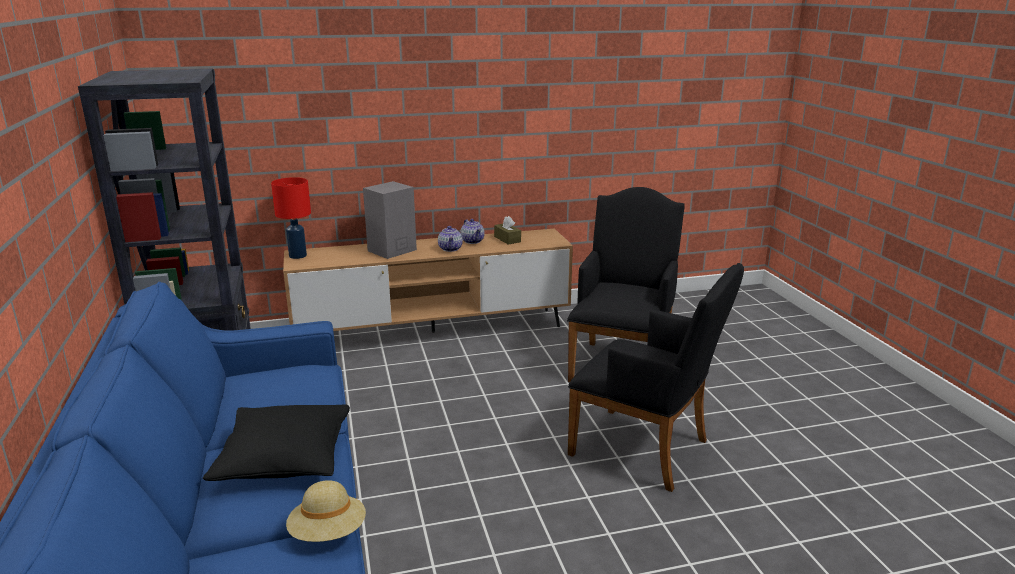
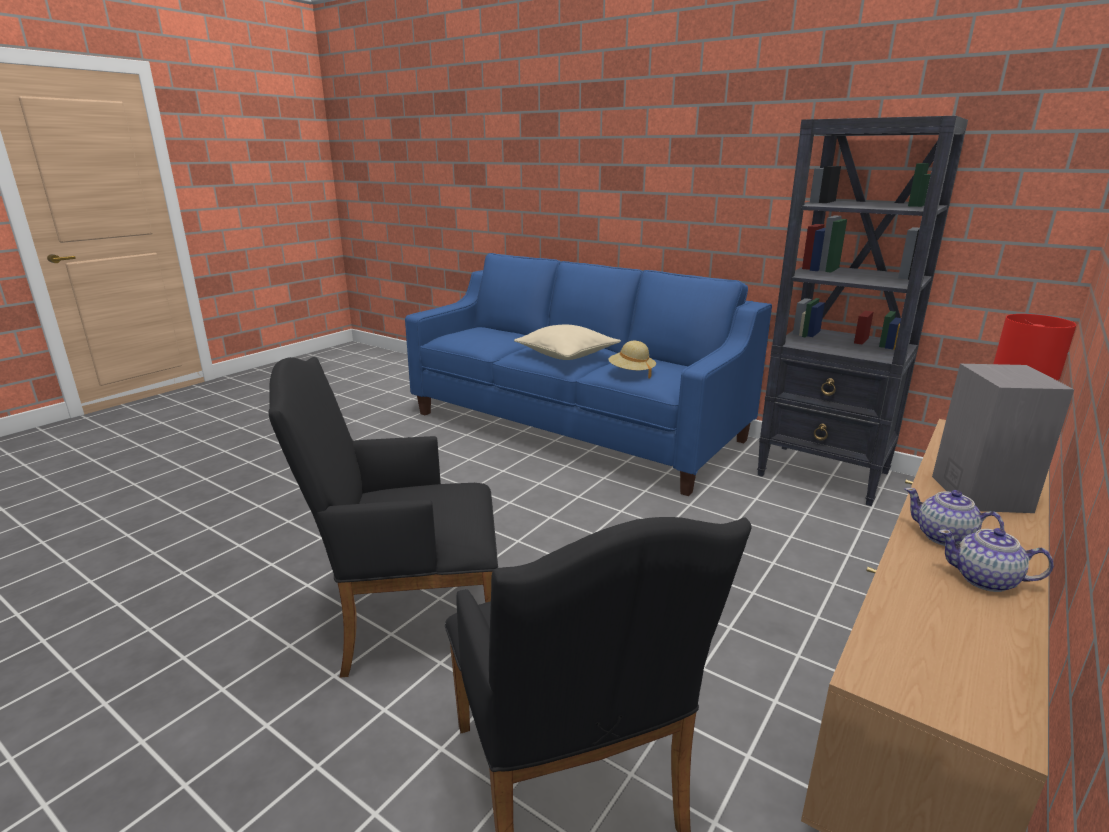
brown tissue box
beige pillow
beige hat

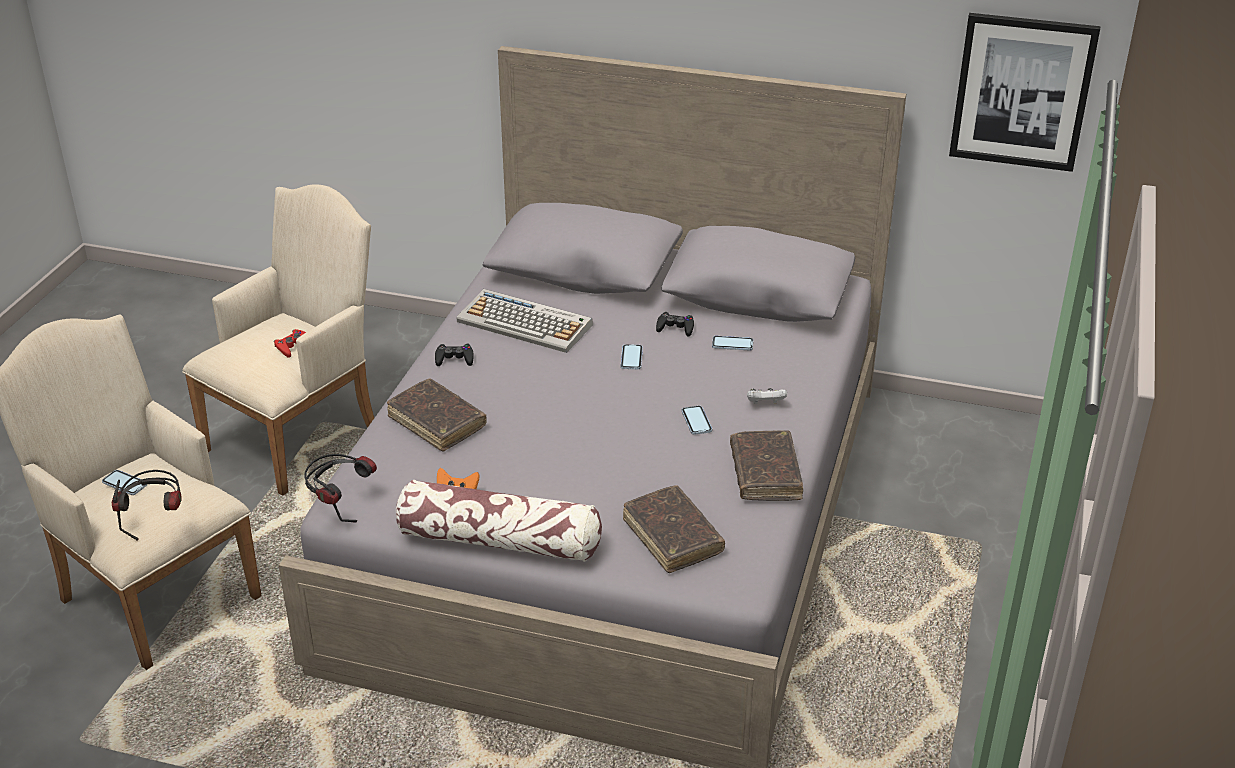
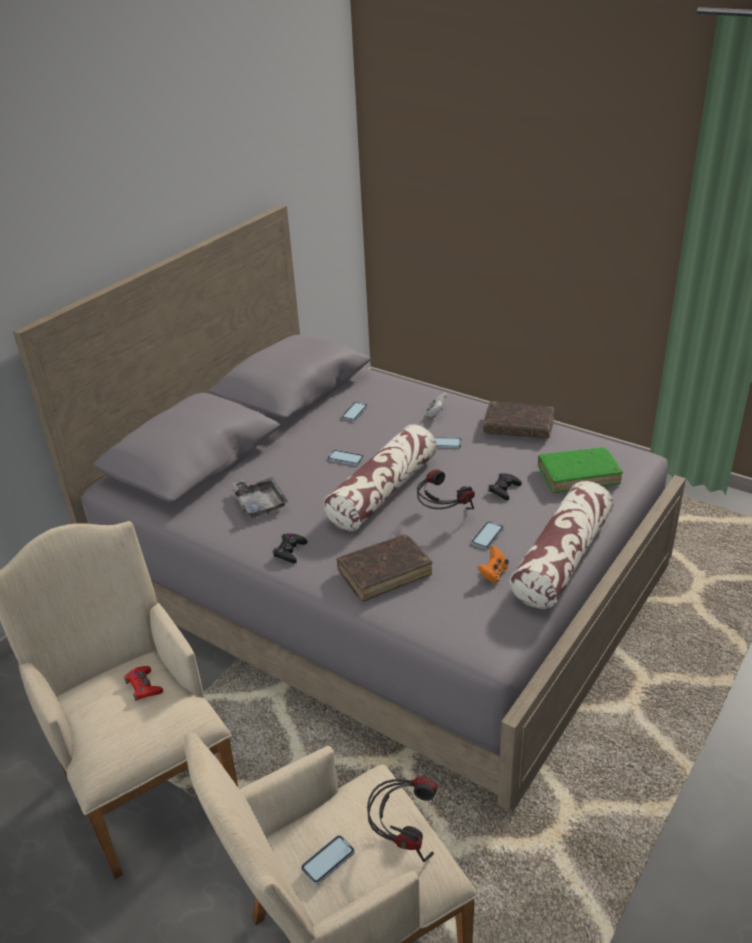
picture
grey tray
black game controller (no. 2 from left)
headphones (no. 2 from left)
green book
pillow (no. 1 from left)
phone (no. 5 from left)

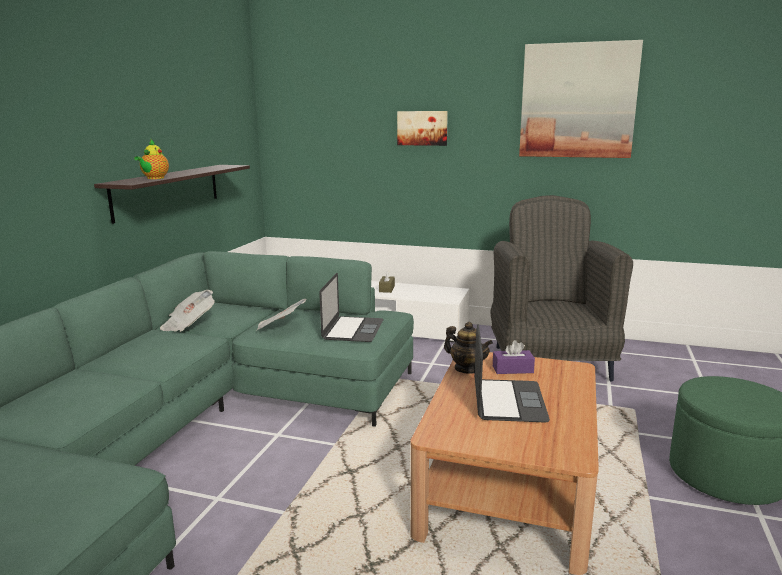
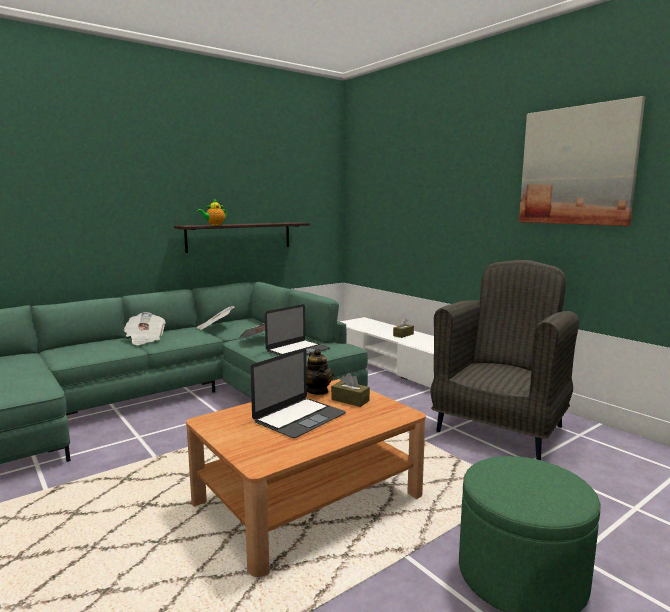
picture (no. 1 from left in the first image)
brown tissue box (no. 1 from left)
newspaper (no. 1 from left)

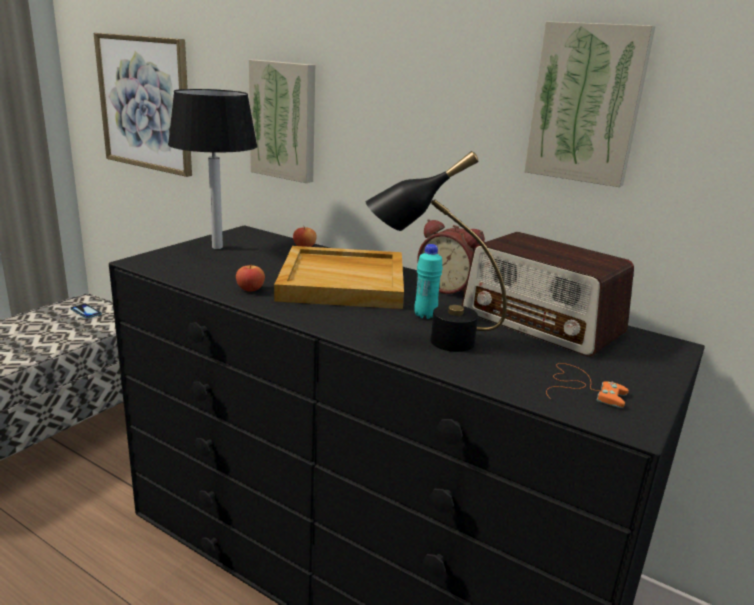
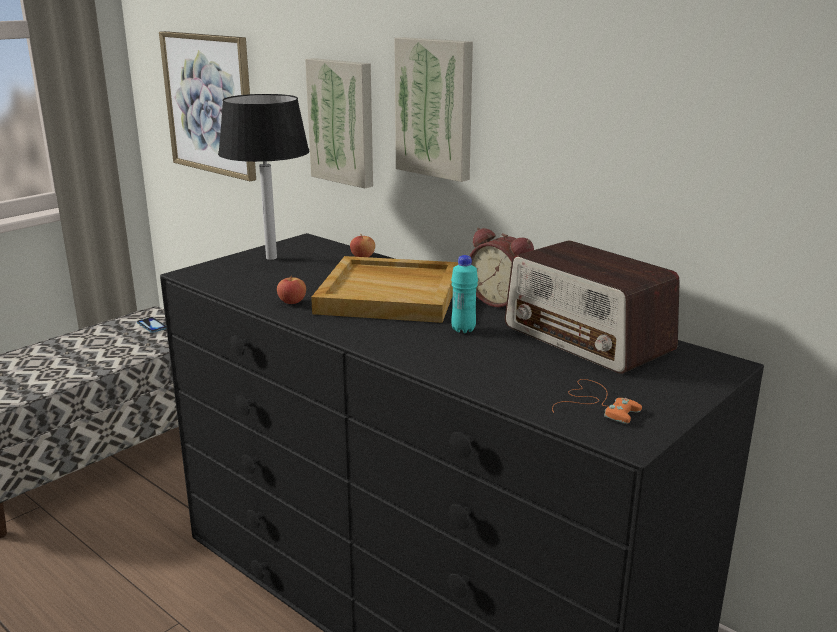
picture (no. 3 from left)
black table lamp (no. 2 from left in the first image)

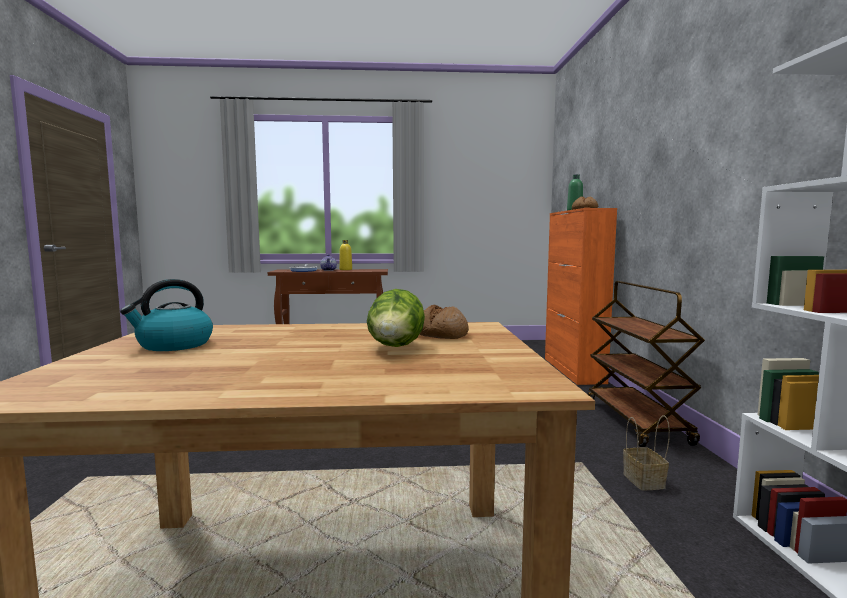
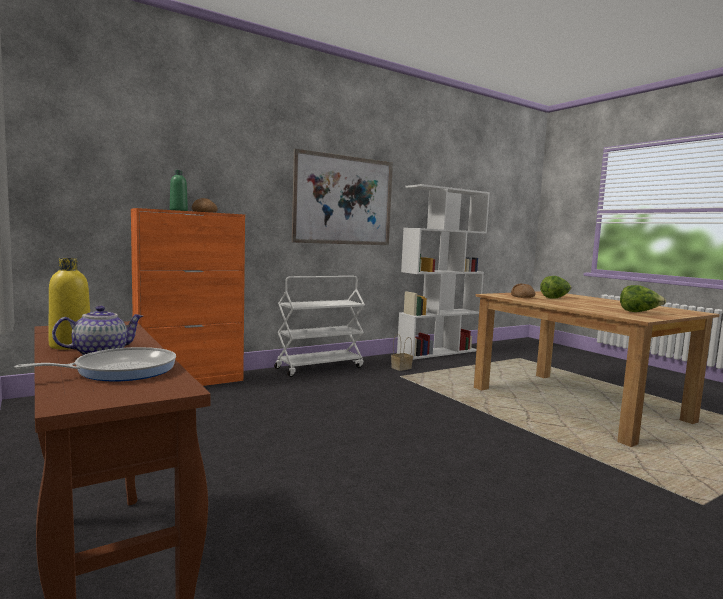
lettuce (no. 2 from left)
white cart
picture

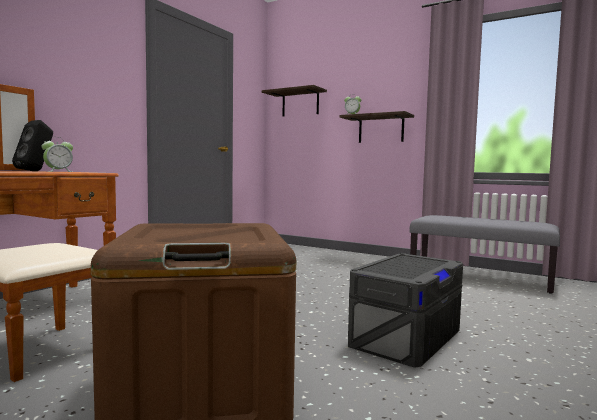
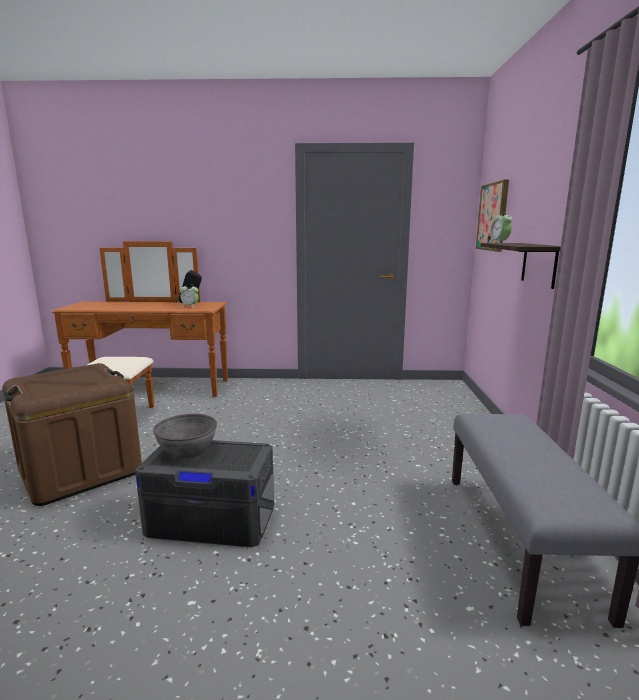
picture
grey bowl

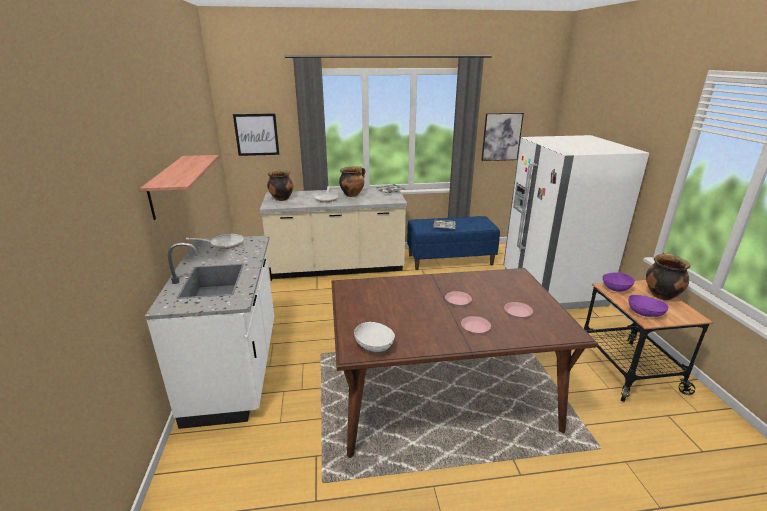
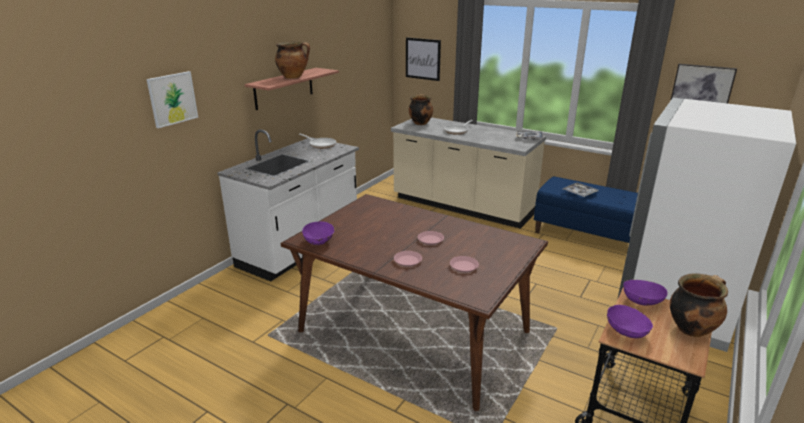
cooking pot (no. 1 from left)
purple bowl (no. 1 from left)
picture (no. 1 from left)

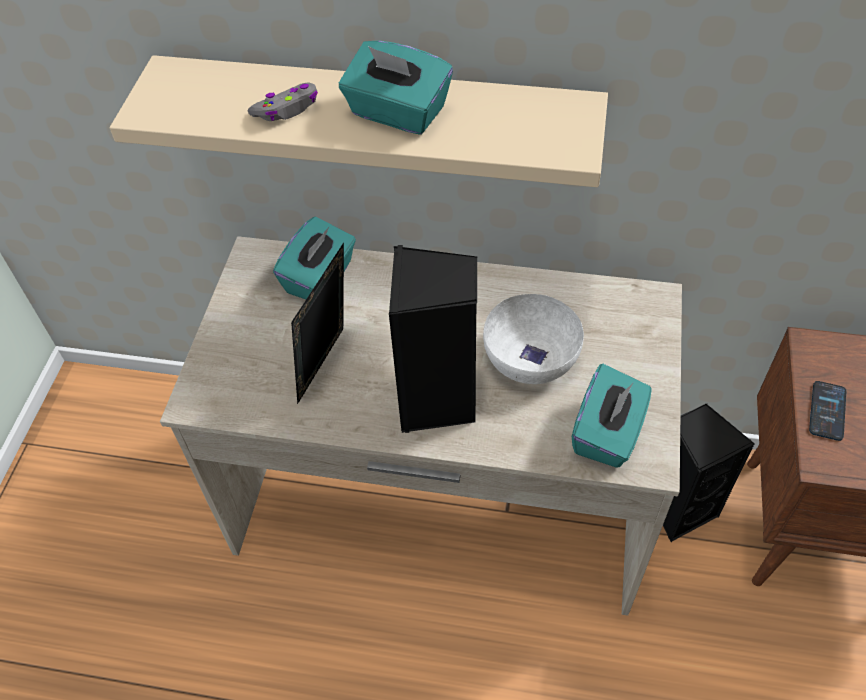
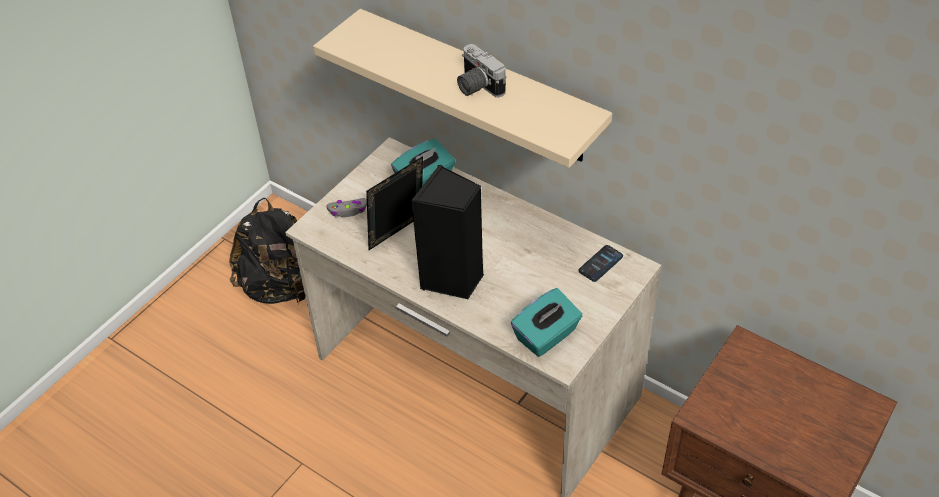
photo camera
grey game controller
white bowl
phone
black speaker (no. 2 from left in the first image)
black backpack

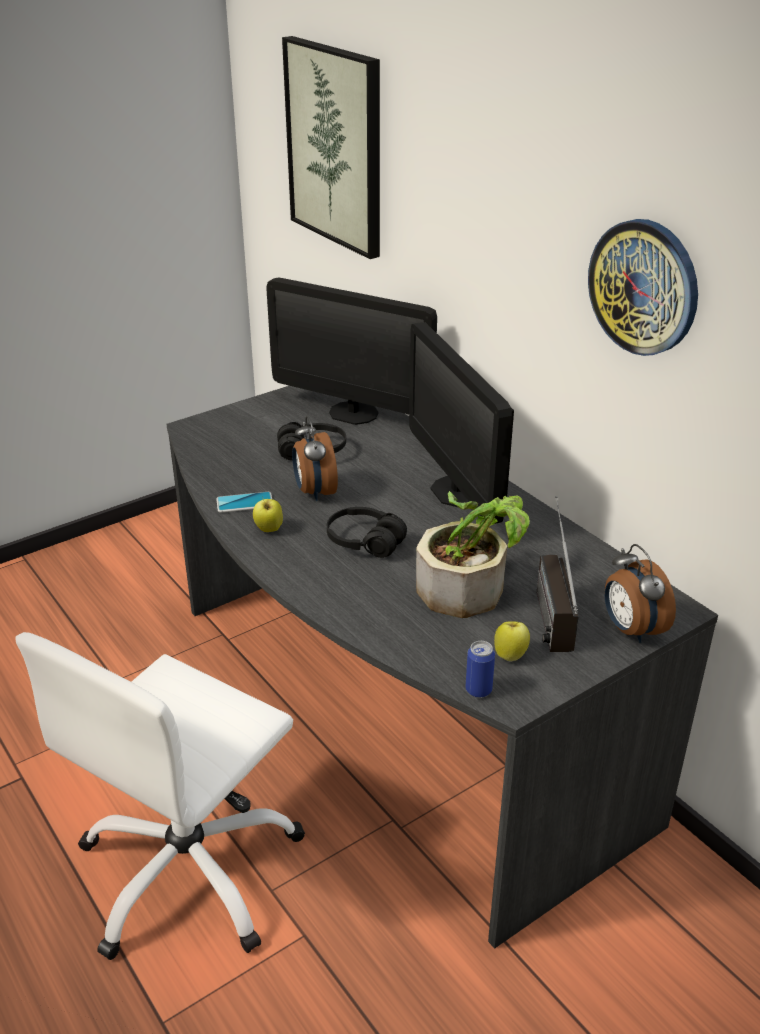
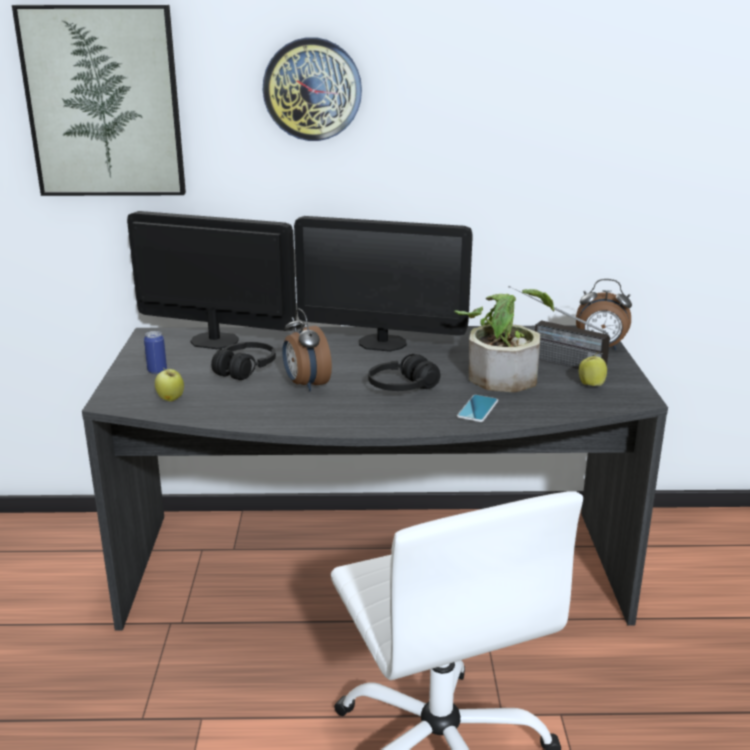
wall clock
monitor (no. 1 from left)
alarm clock (no. 1 from left)
phone
apple (no. 1 from left)
can

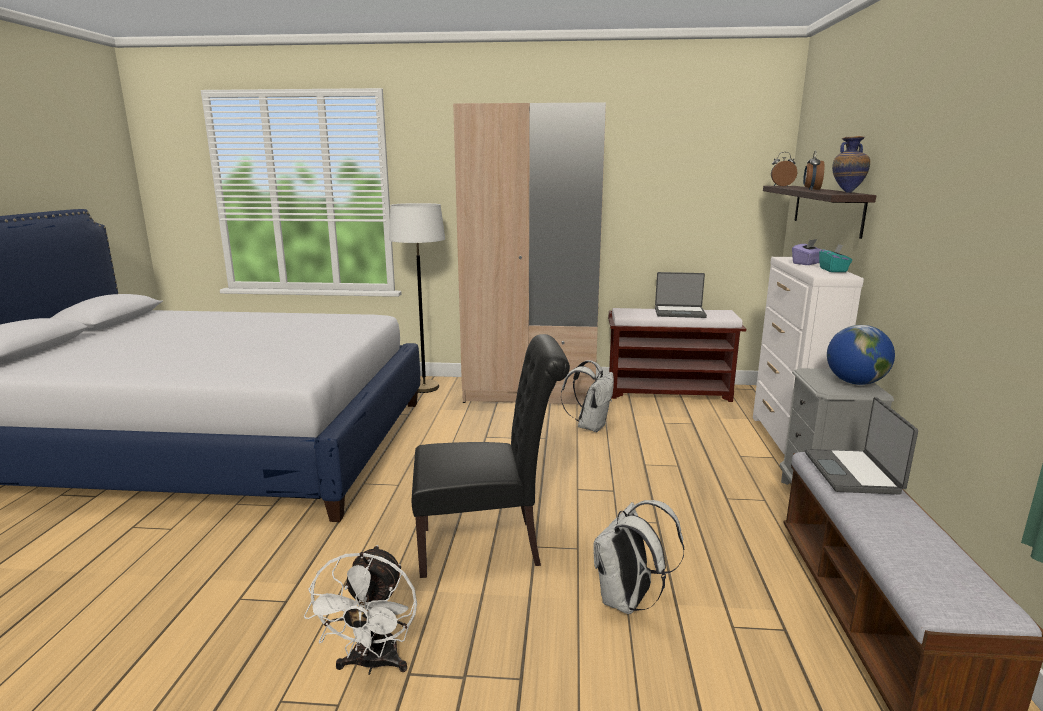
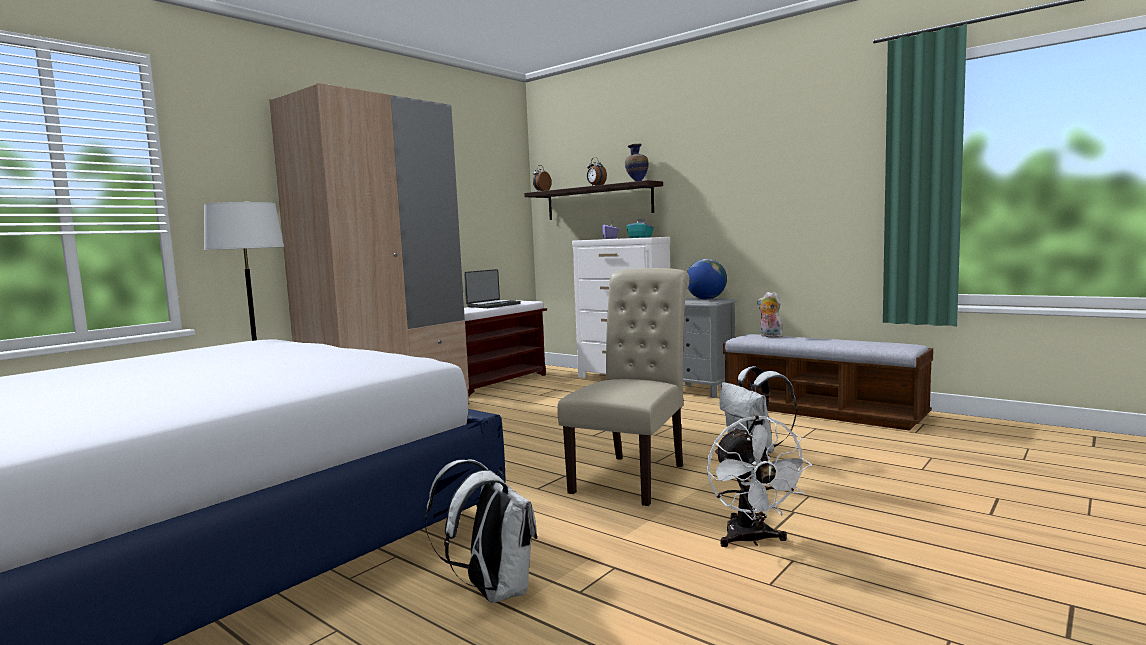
beige chair
white backpack (no. 1 from left)
plush toy
white fan

